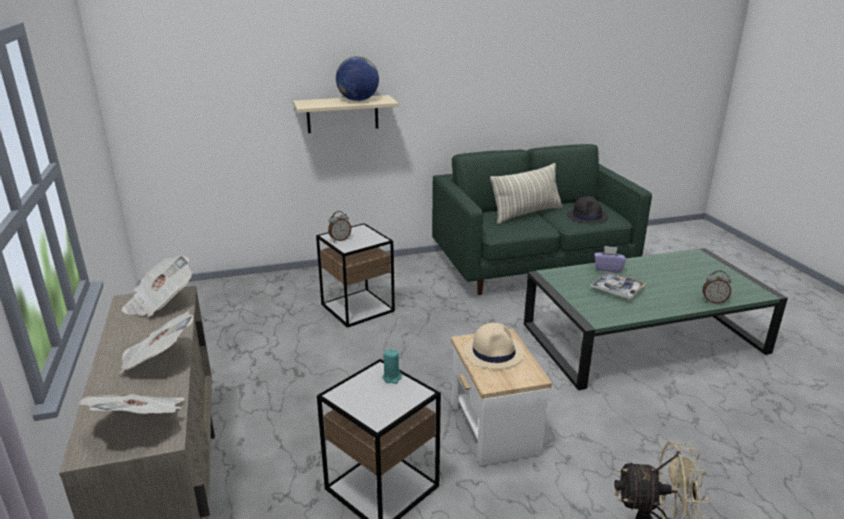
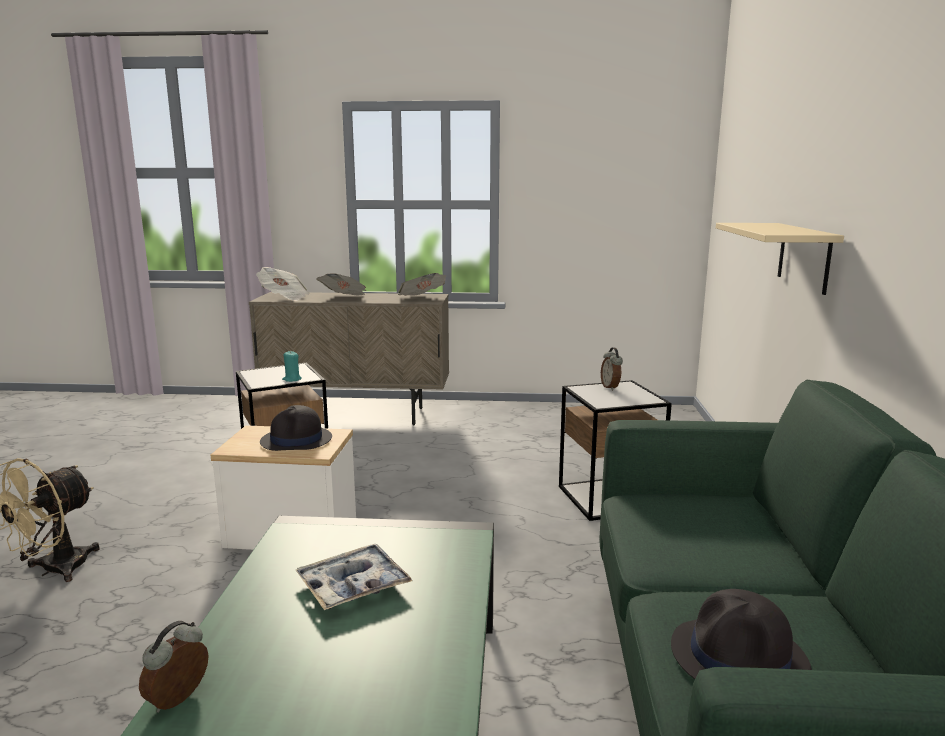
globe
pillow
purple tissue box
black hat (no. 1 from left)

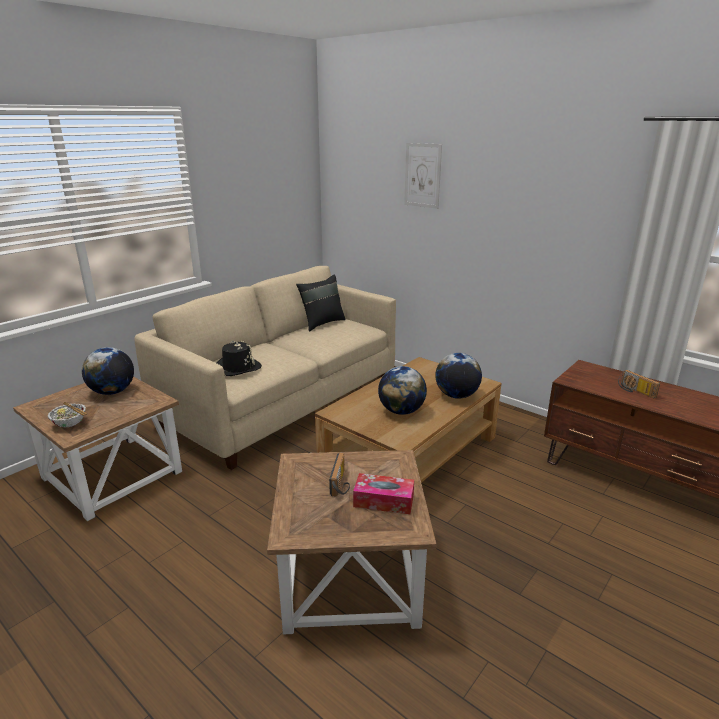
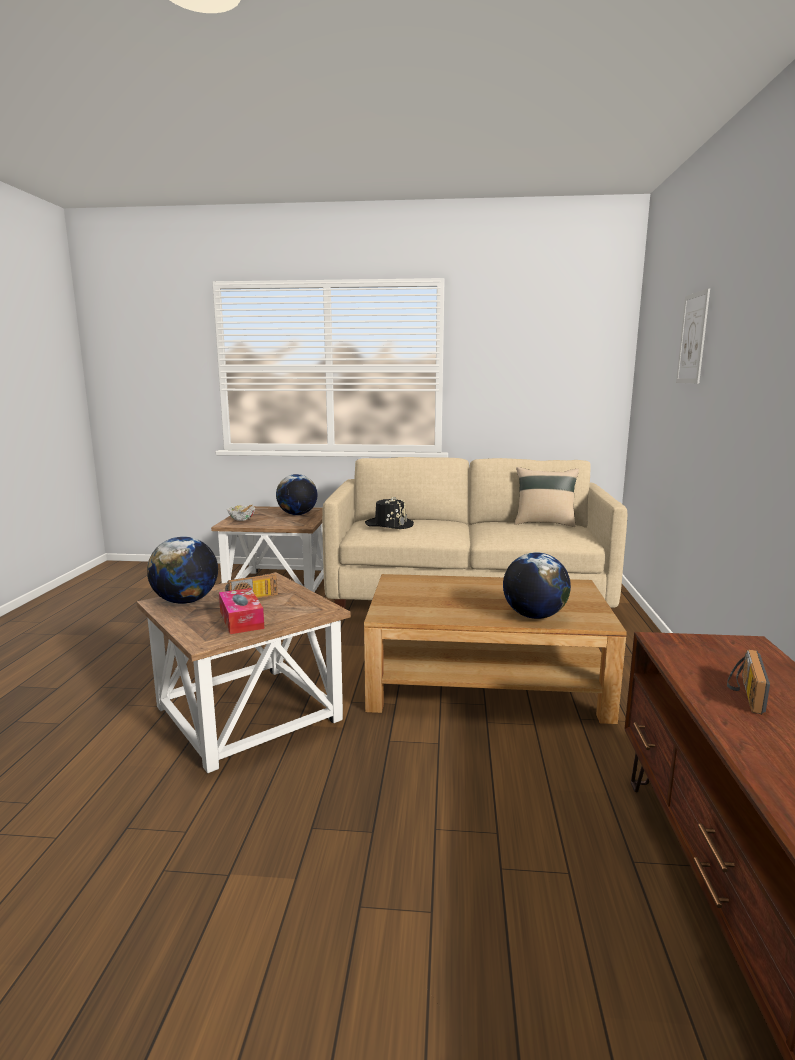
beige pillow
globe (no. 1 from left)

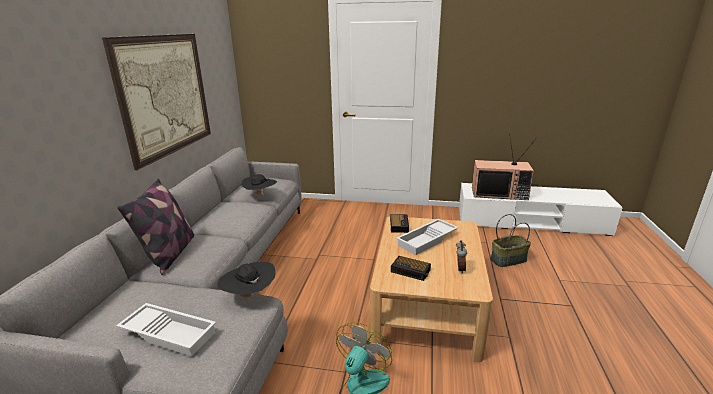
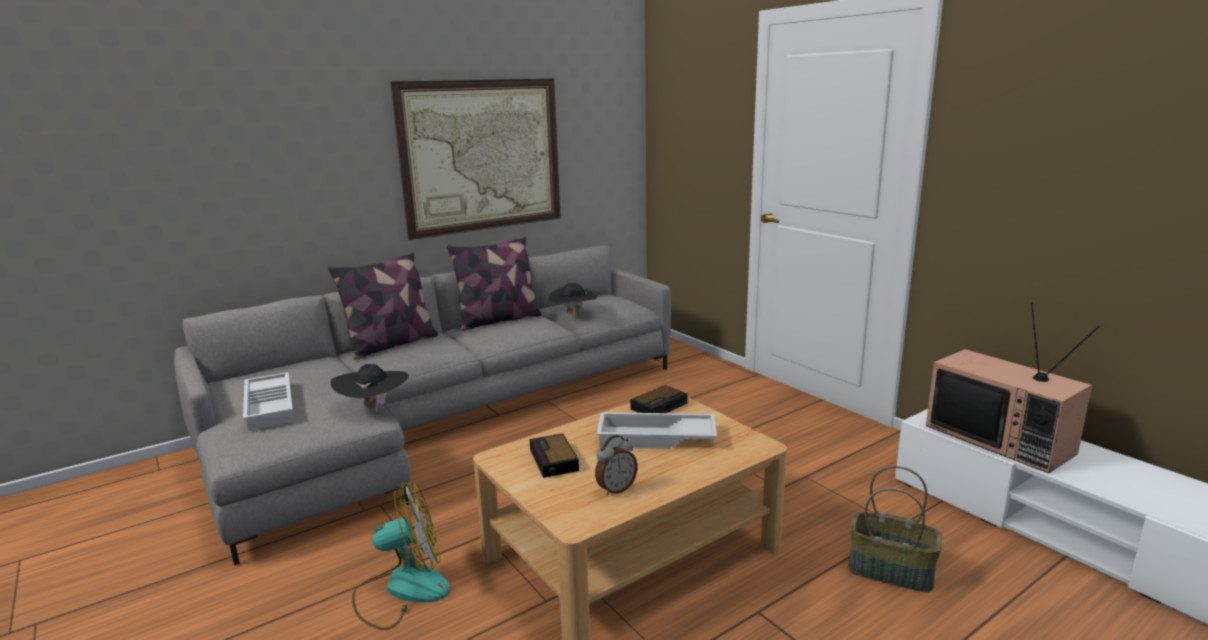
pillow (no. 2 from left)

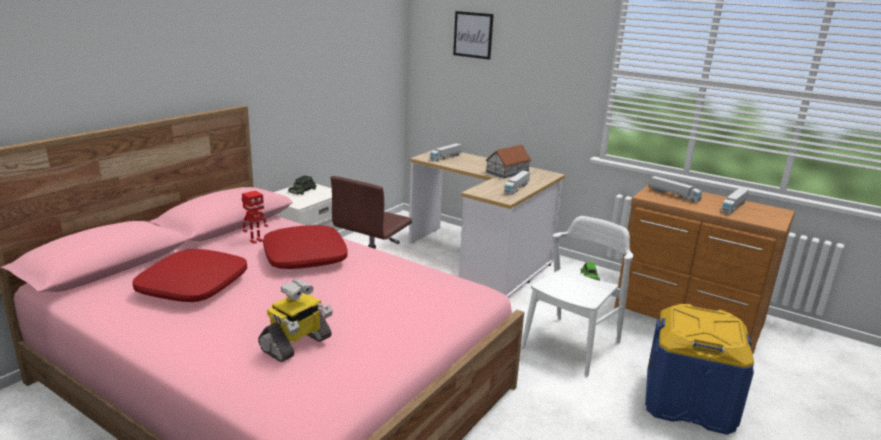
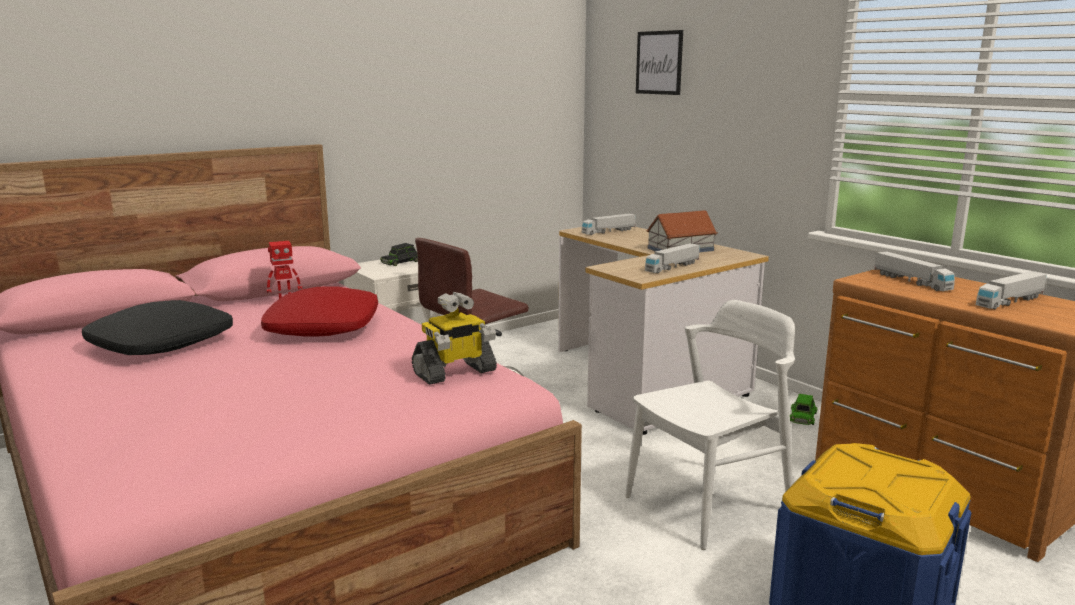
black pillow
toy robot (no. 2 from left)

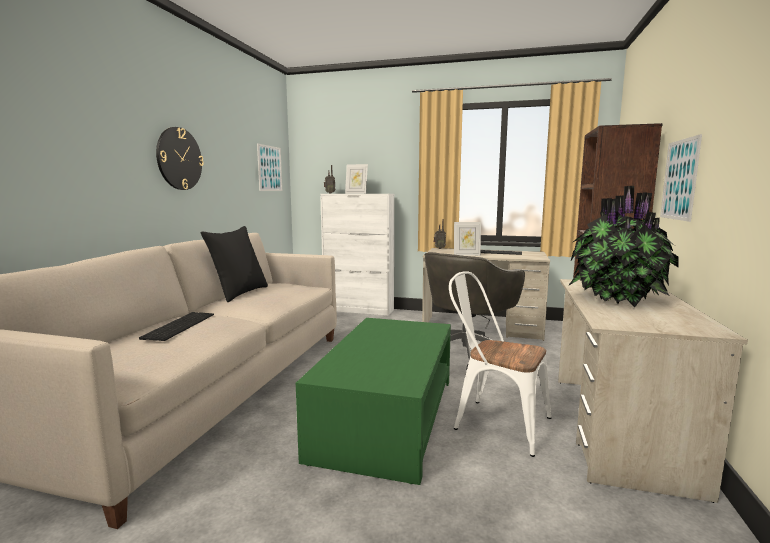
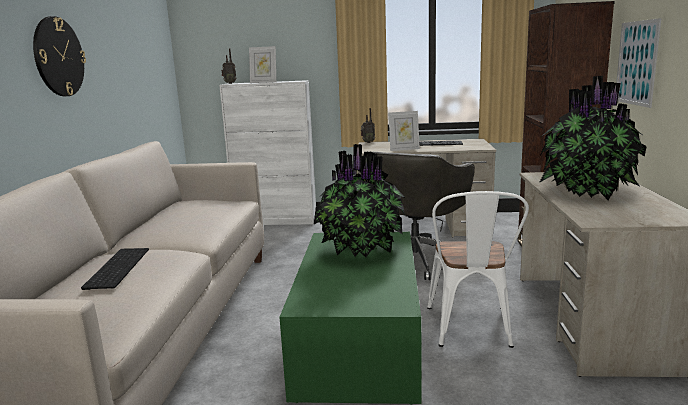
picture (no. 1 from left in the first image)
black pillow
white chair
potted plant (no. 1 from left)

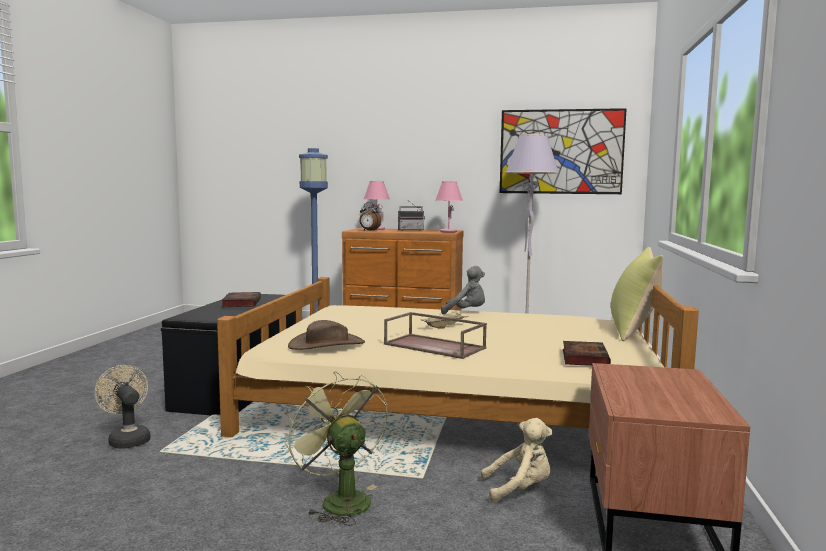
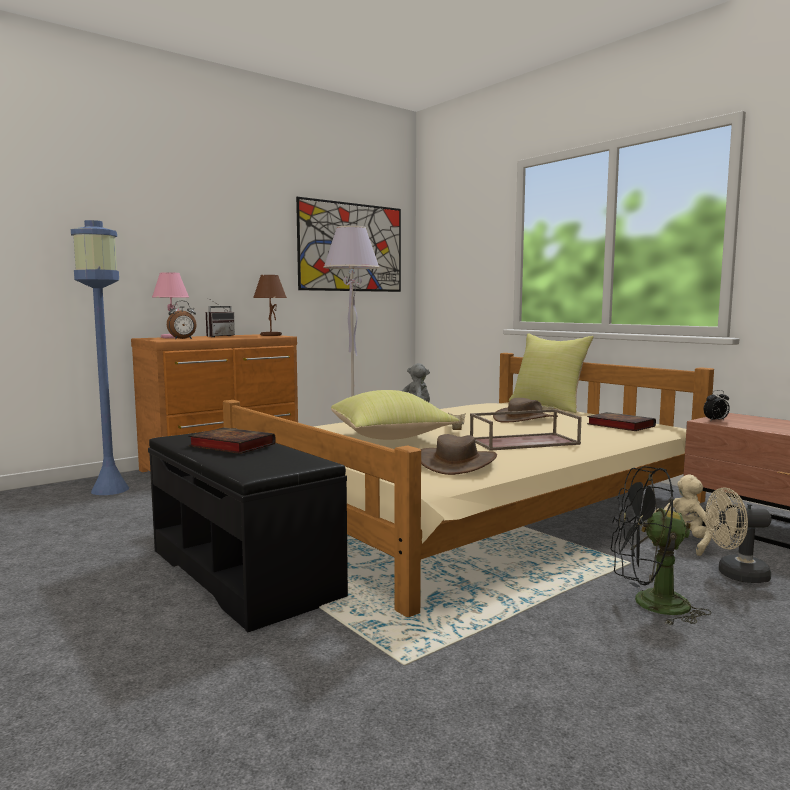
brown table lamp
beige fan
black fan
yellow pillow (no. 1 from left)
alarm clock (no. 2 from left)
brown hat (no. 2 from left)

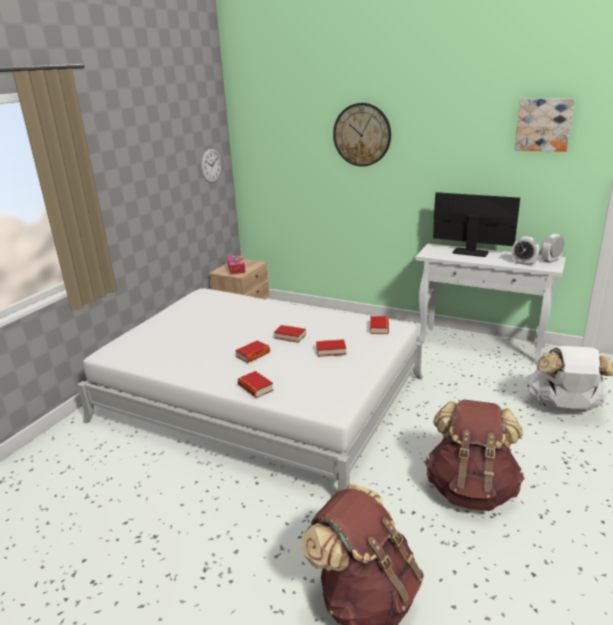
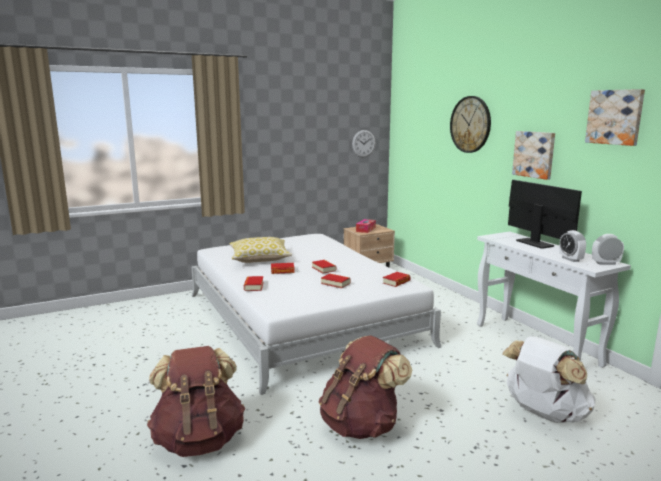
picture (no. 1 from left)
pillow

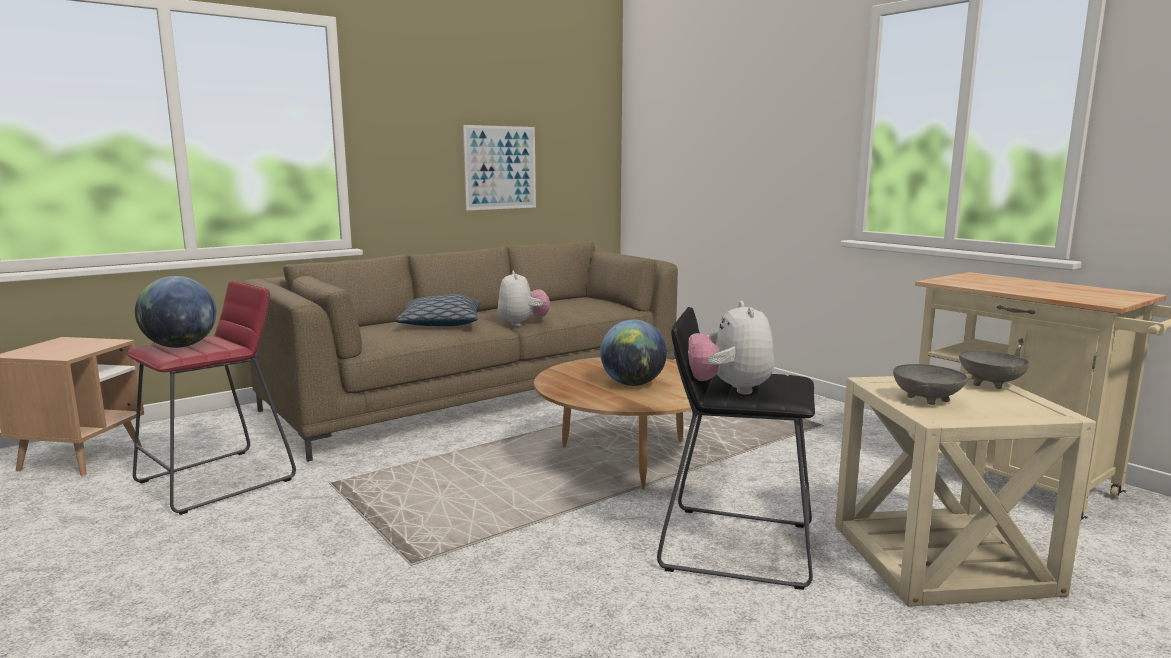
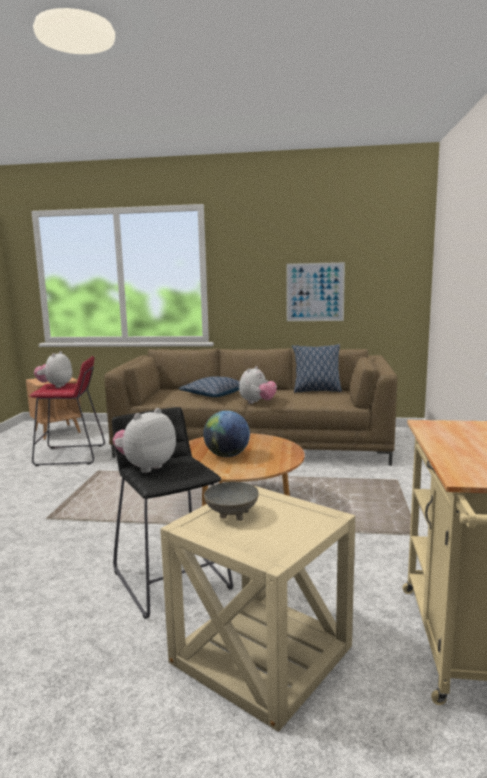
plush toy (no. 1 from left)
grey bowl (no. 2 from left in the first image)
pillow (no. 2 from left)

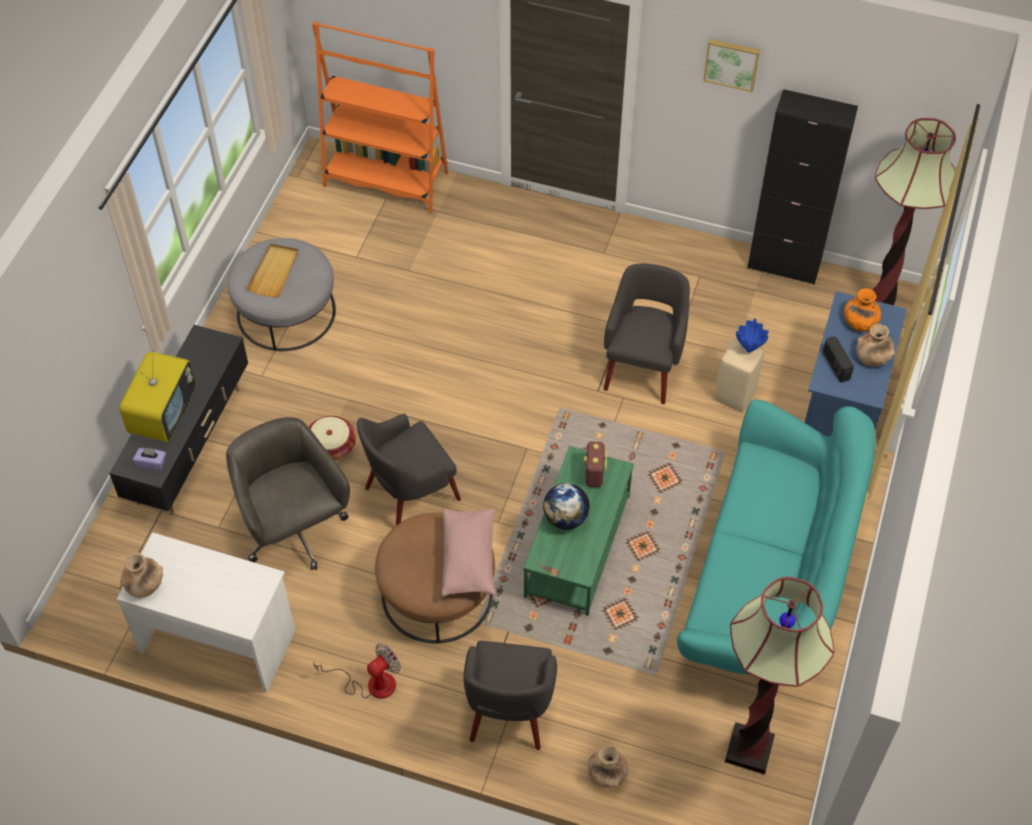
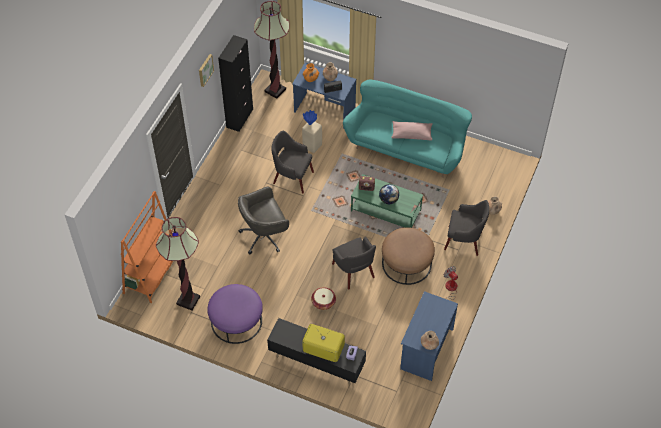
purple ottoman
beige tray
grey office chair
pink pillow
blue desk (no. 2 from left)
floor lamp (no. 1 from left)

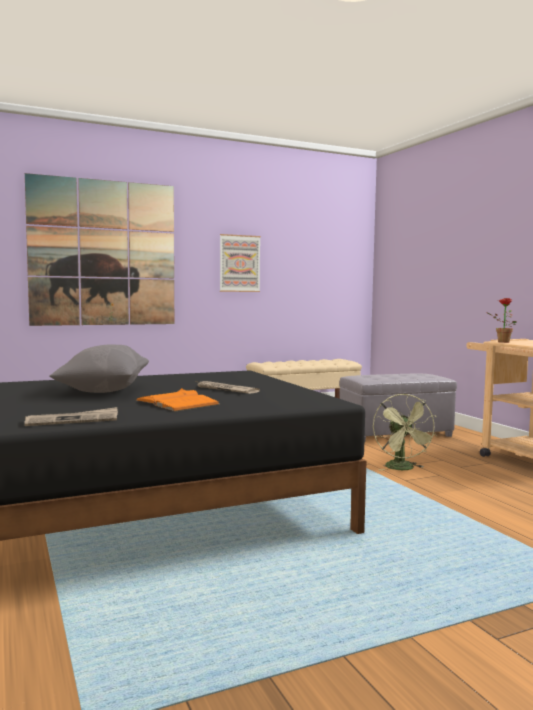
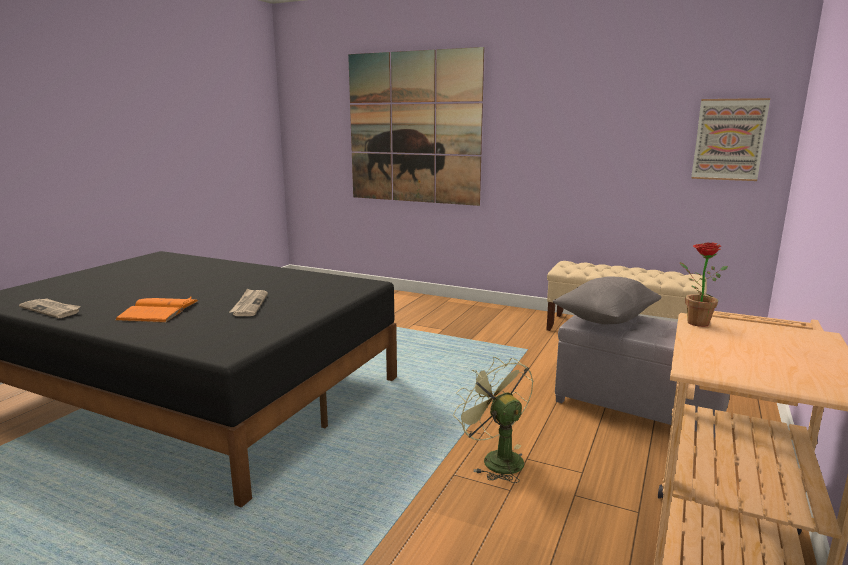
picture (no. 2 from left)
grey pillow
green fan

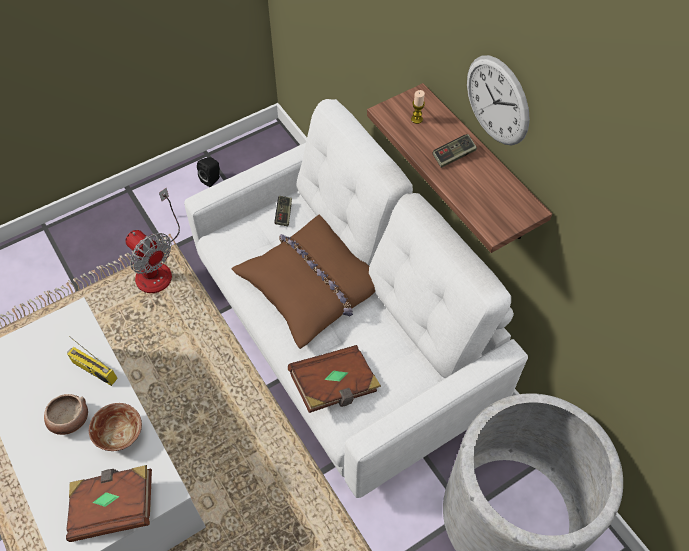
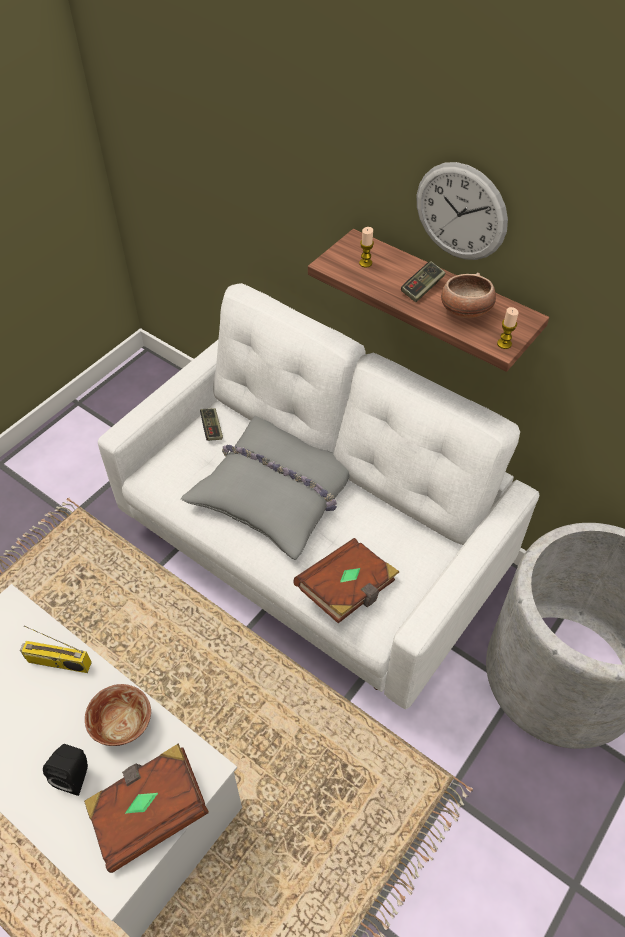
black speaker
fan
grey pillow
bowl (no. 2 from left)
candle (no. 2 from left)

